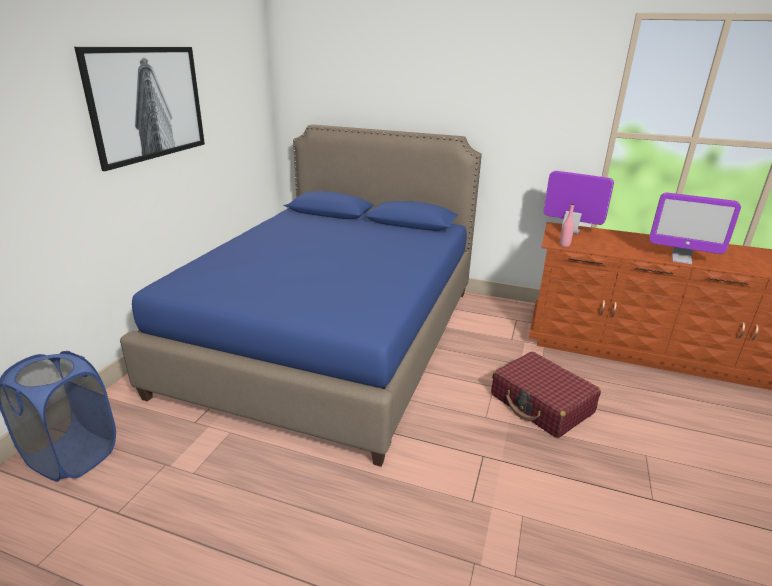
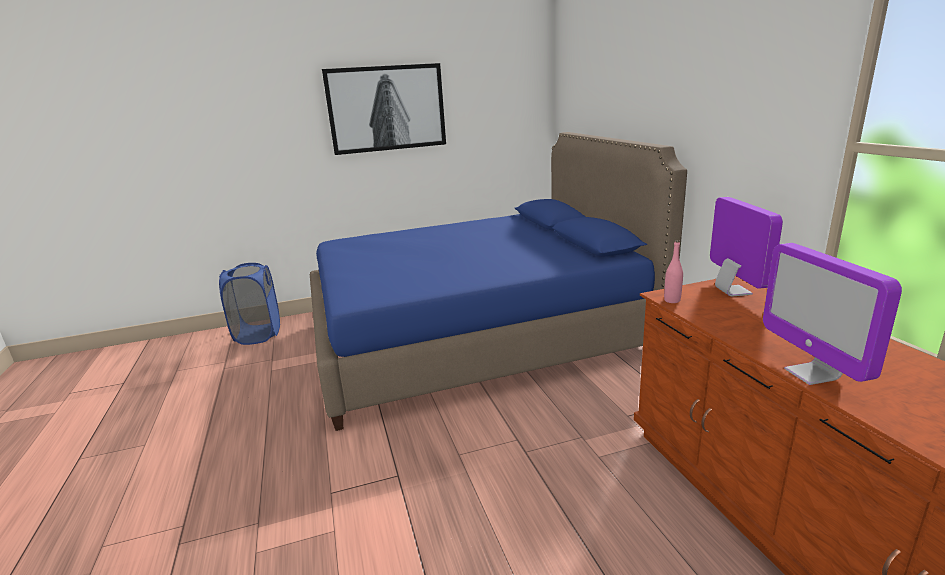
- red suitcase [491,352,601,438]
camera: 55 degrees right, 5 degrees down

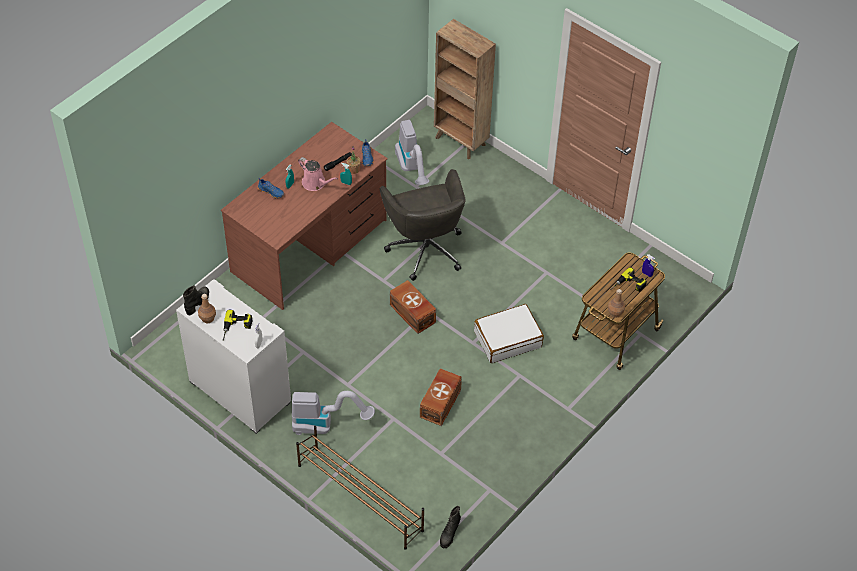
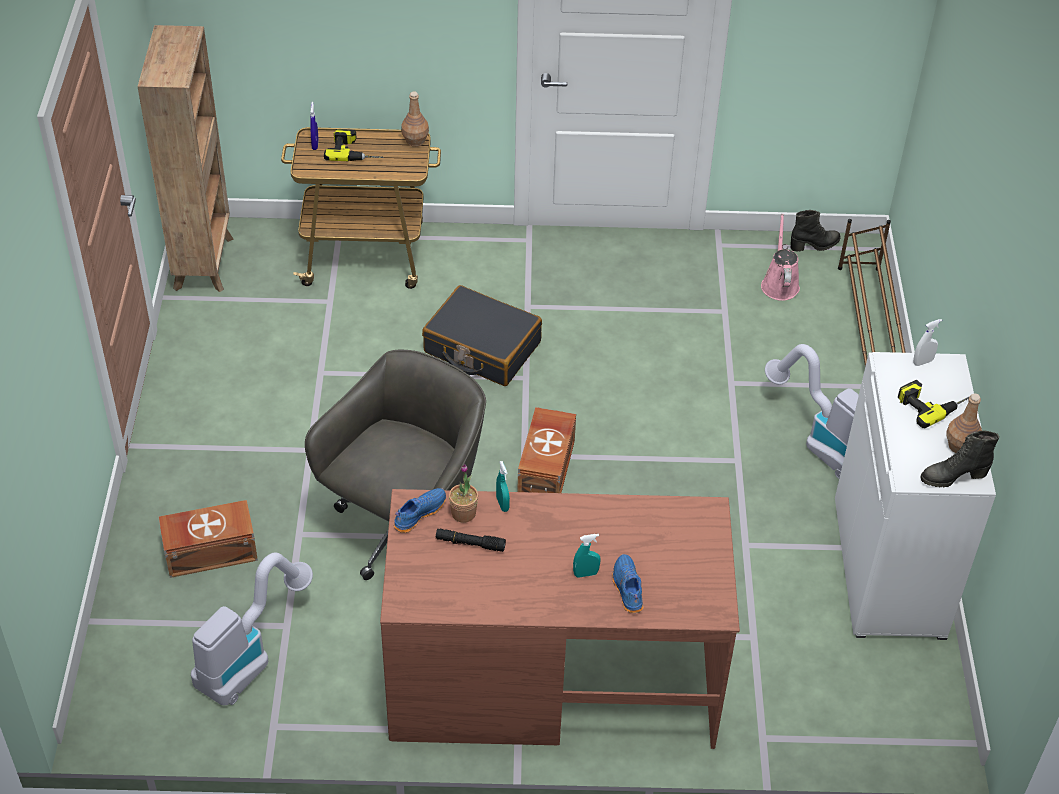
~ pink watering can [298,157,338,191] to [761,214,800,301]
~ brown storage box [420,368,462,426] to [159,500,258,578]
~ brown bookcase [434,19,496,159] to [137,25,233,292]
~ white suitcase [474,304,544,363] to black suitcase [422,285,542,386]
camera: 130 degrees left, 5 degrees down

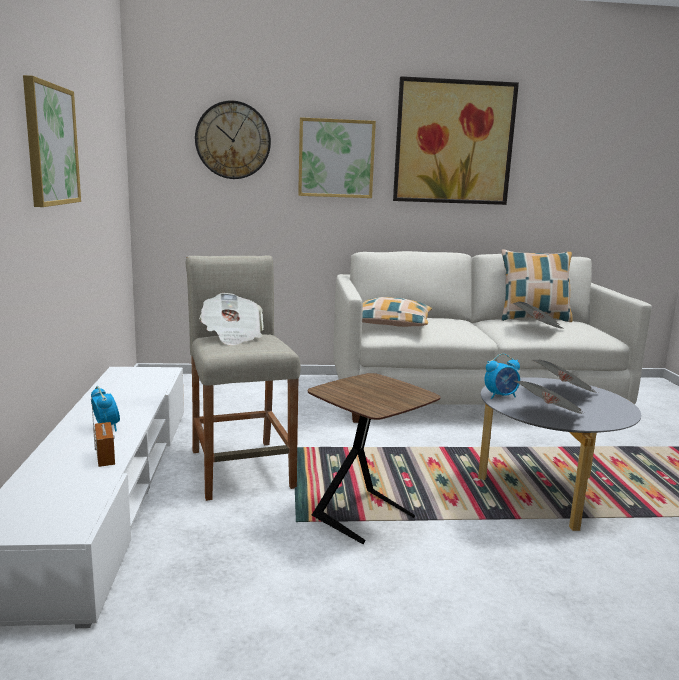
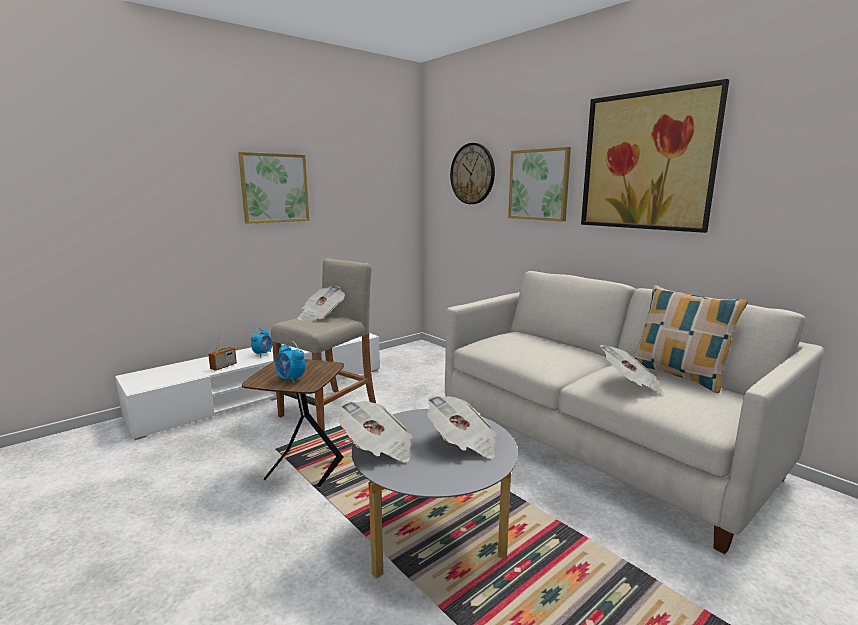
- pillow [362,297,433,327]
~ alarm clock [485,354,520,399] to [275,341,305,384]
camera: 55 degrees right, 0 degrees up

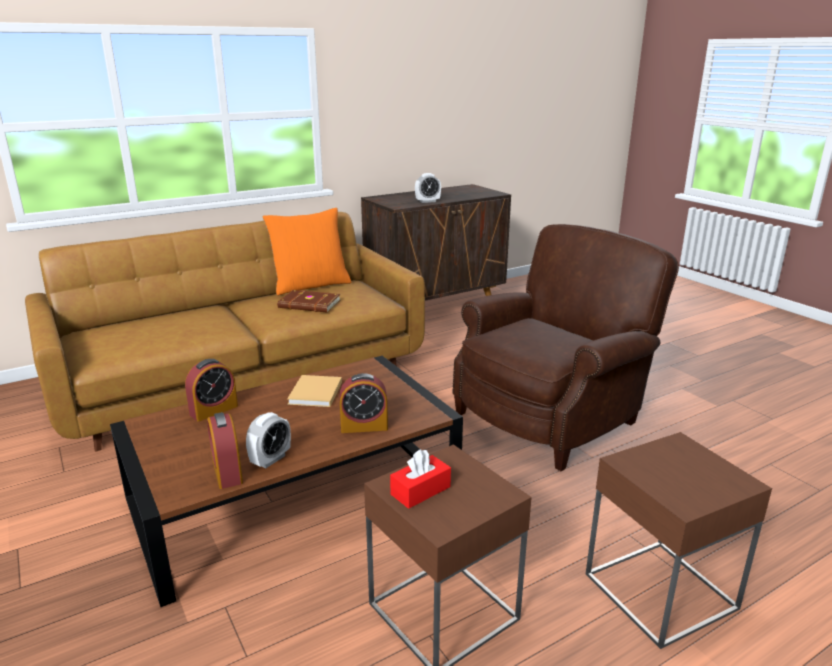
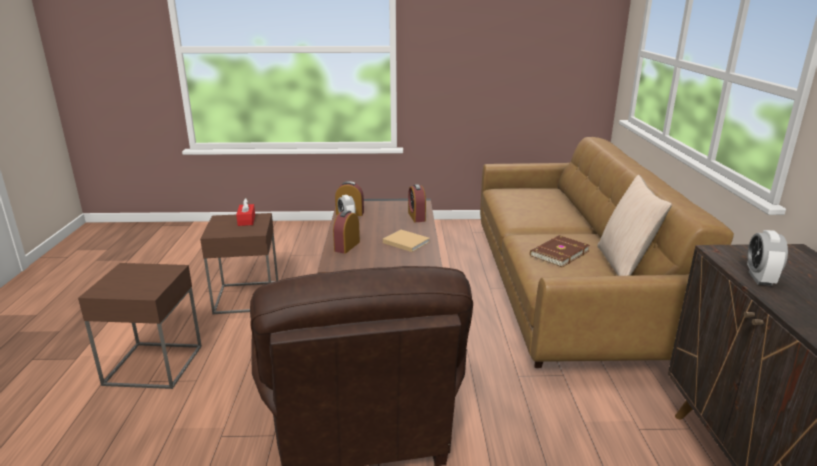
~ orange pillow [262,208,351,295] to beige pillow [597,175,672,276]
camera: 120 degrees right, 0 degrees up

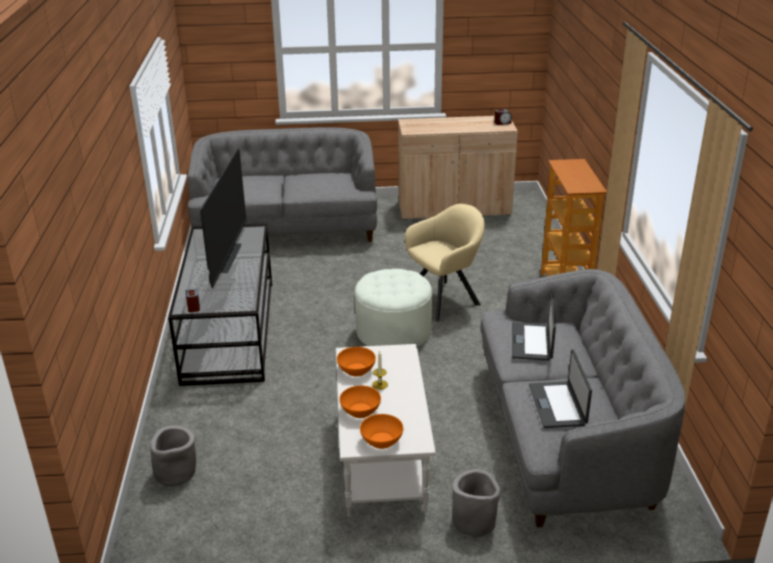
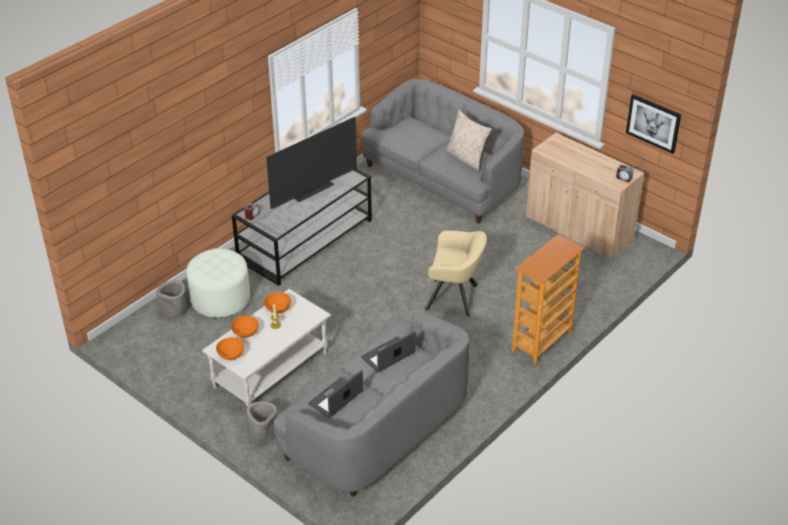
+ beige pillow [446,109,492,171]
+ picture [626,94,681,154]
~ white ottoman [355,269,432,347] to [186,248,250,318]
camera: 45 degrees right, 10 degrees up

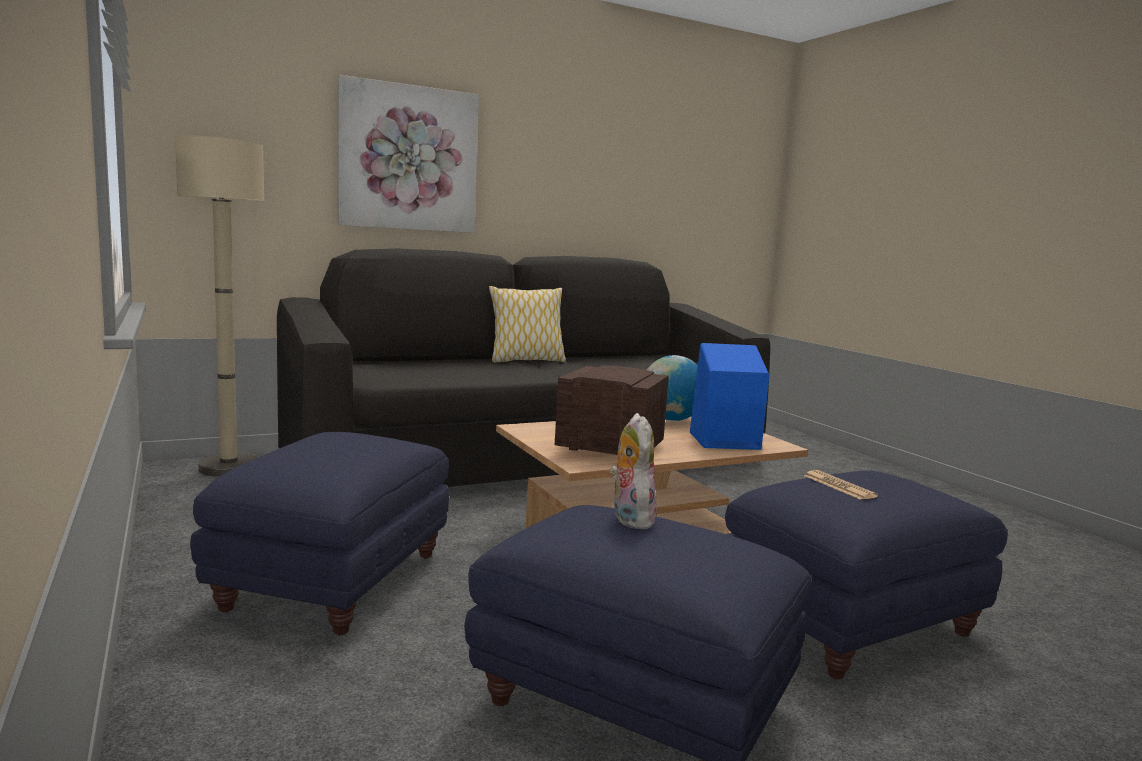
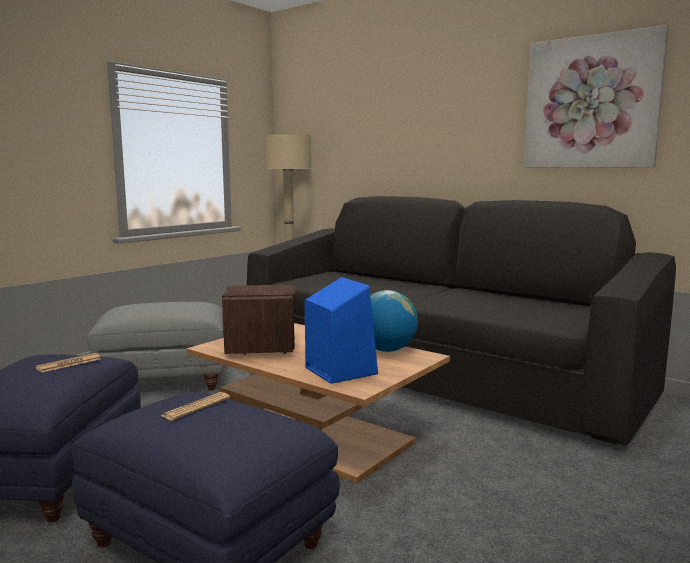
- pillow [489,286,566,363]
~ picture [338,75,479,233] to [524,25,669,168]
~ plush toy [610,413,657,529] to newspaper [35,353,101,373]
~ blue ottoman [190,432,449,635] to grey ottoman [87,302,224,390]
camera: 65 degrees right, 0 degrees up

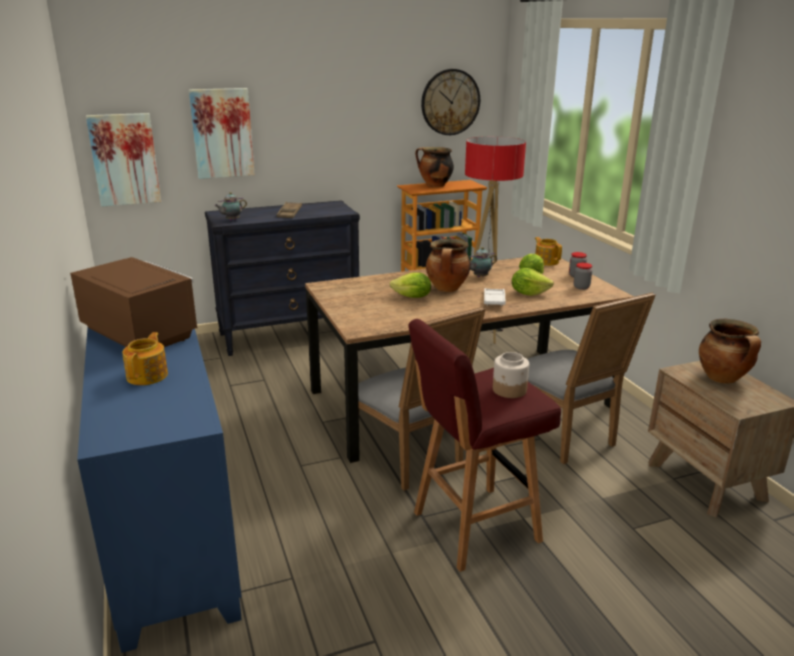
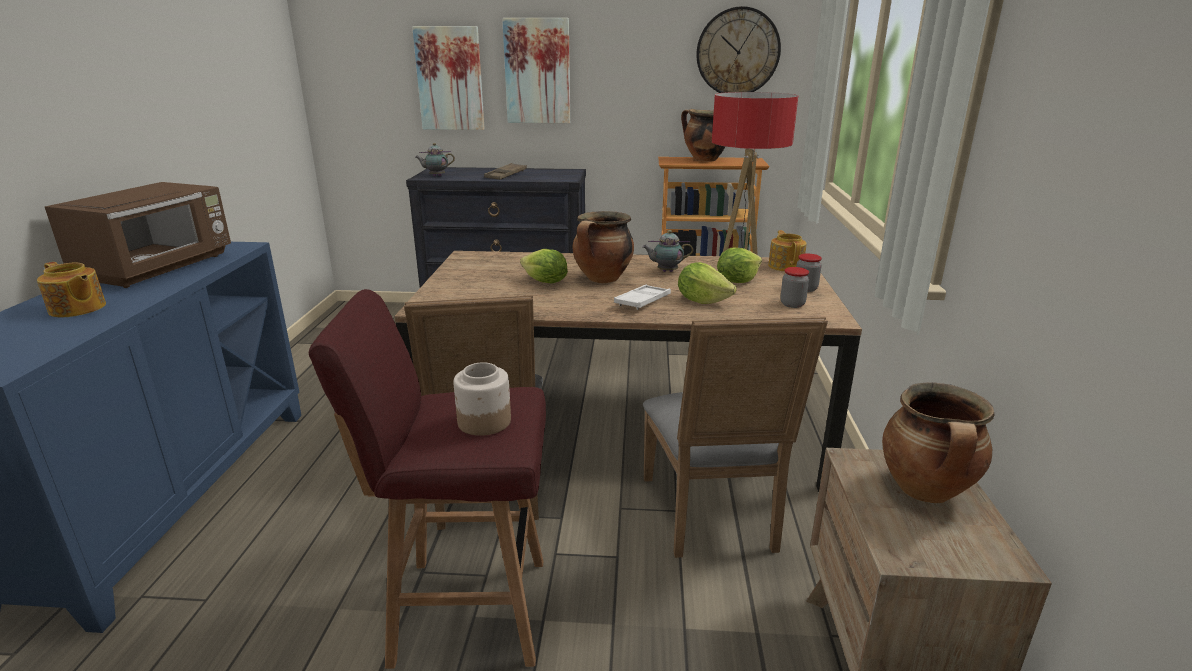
~ picture [86,113,161,207] to [502,18,570,123]
~ brown microwave [70,257,198,347] = [45,182,231,288] 45 degrees clockwise
~ teapot [122,332,168,385] = [37,262,106,317] 90 degrees clockwise
camera: 25 degrees right, 0 degrees up

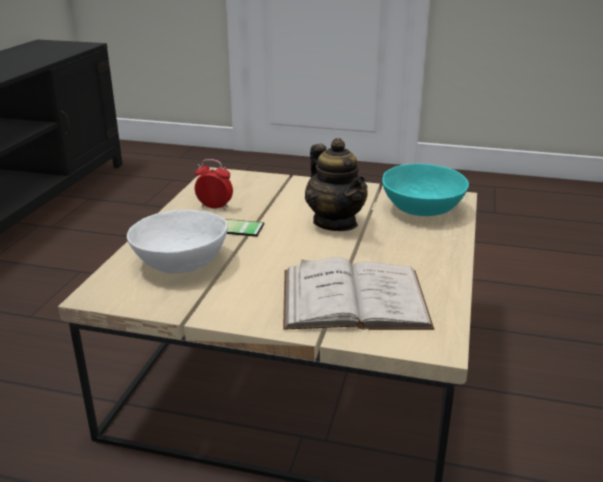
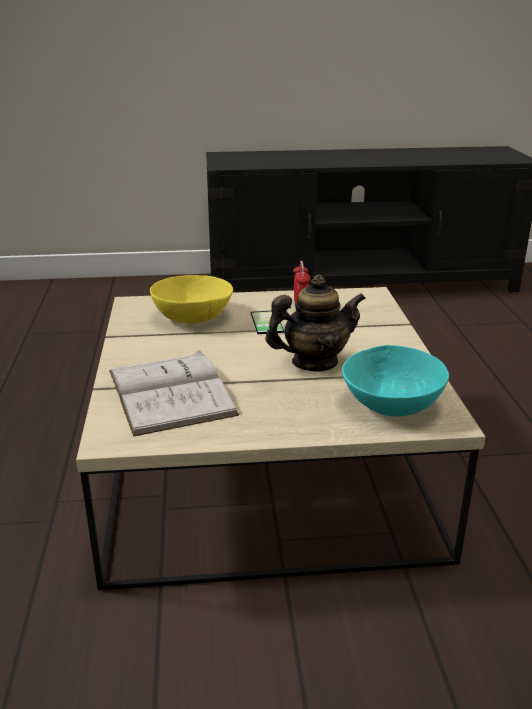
~ white bowl [127,210,228,274] to yellow bowl [150,275,233,324]
~ teapot [305,138,368,231] = [265,274,366,372] 150 degrees counterclockwise
camera: 70 degrees right, 0 degrees up

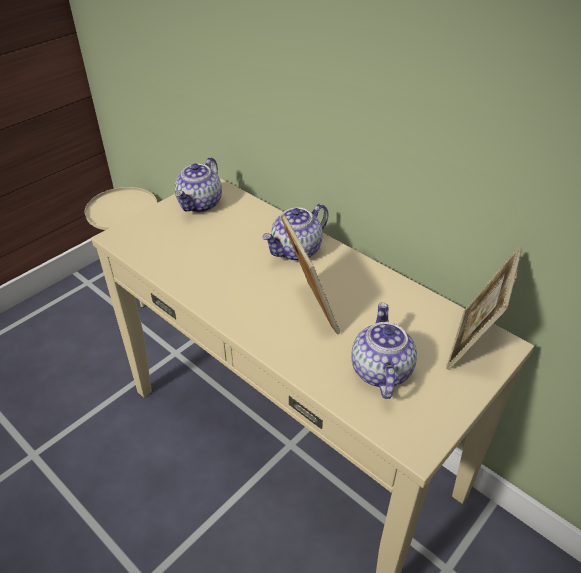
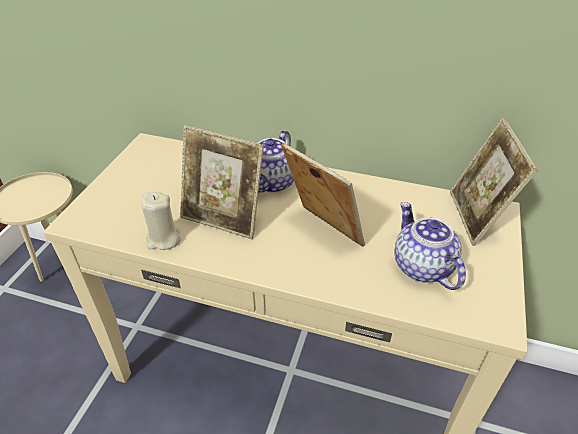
- teapot [175,157,222,212]
+ beige candle [141,192,181,250]
+ picture frame [180,125,264,239]
camera: 25 degrees left, 0 degrees up

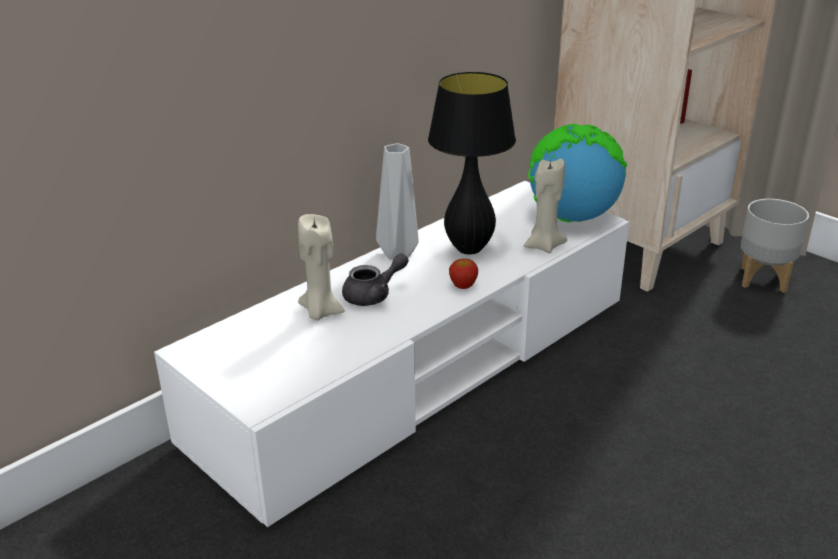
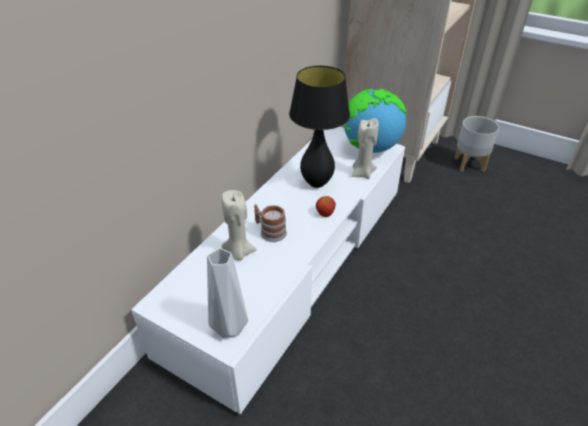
~ grey vase [376,143,419,260] to [207,248,248,338]
~ grey teapot [342,253,409,306] to mug [254,204,287,242]
camera: 15 degrees left, 10 degrees up

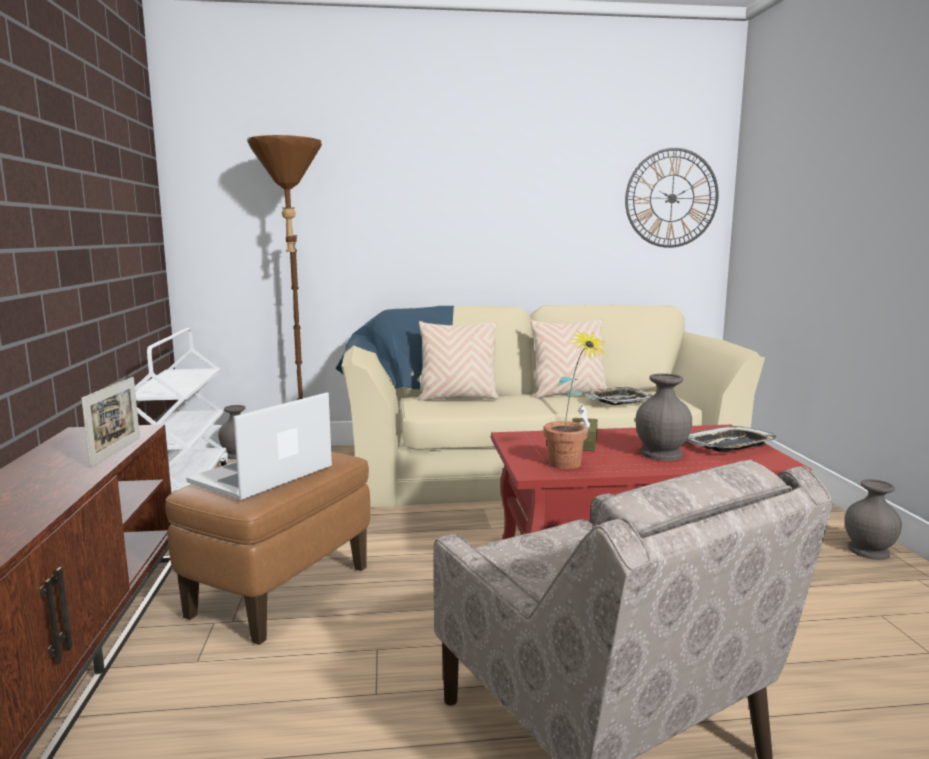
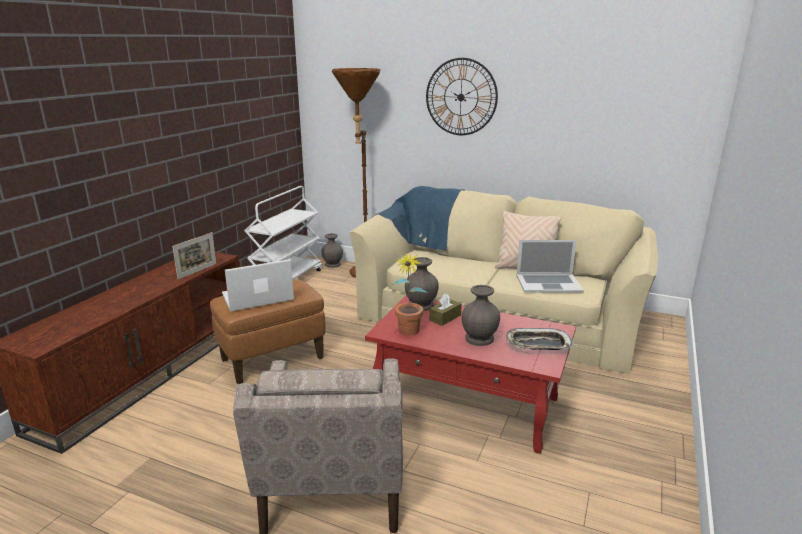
- beige pillow [418,321,499,401]
~ wall clock [625,148,719,248] to [426,58,498,135]
~ grey vase [845,479,902,560] to [405,257,439,311]
~ tray [587,386,653,405] to laptop [516,240,584,293]
camera: 30 degrees right, 10 degrees up

